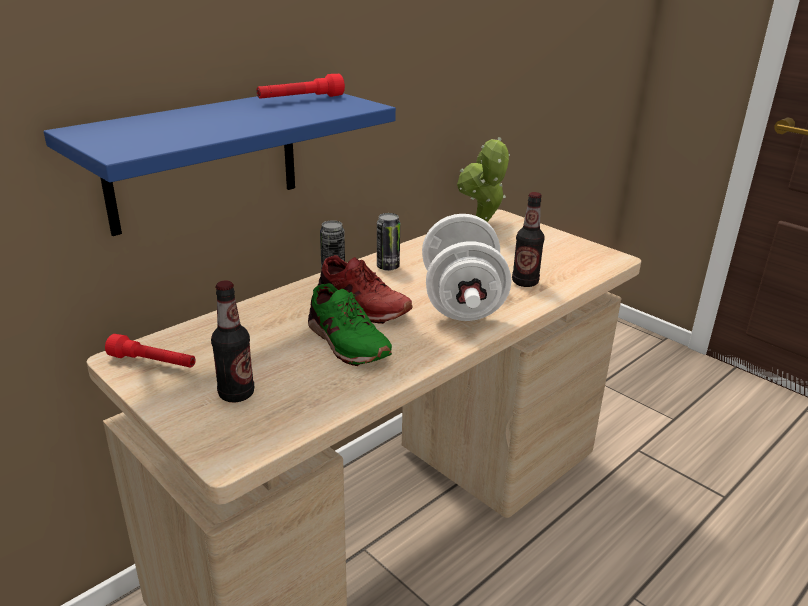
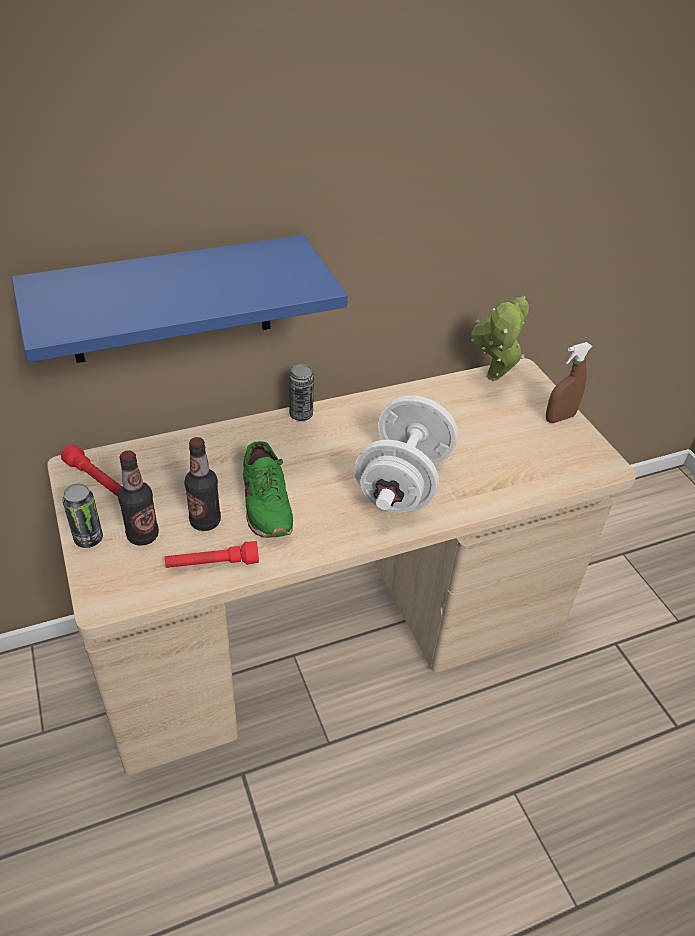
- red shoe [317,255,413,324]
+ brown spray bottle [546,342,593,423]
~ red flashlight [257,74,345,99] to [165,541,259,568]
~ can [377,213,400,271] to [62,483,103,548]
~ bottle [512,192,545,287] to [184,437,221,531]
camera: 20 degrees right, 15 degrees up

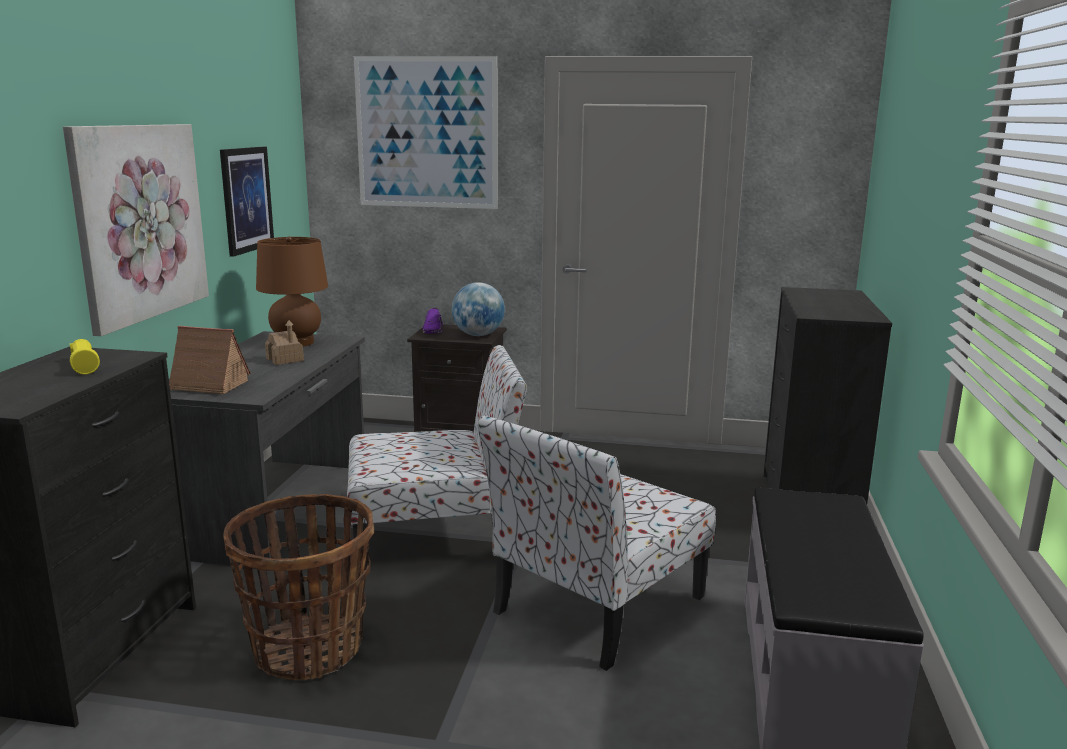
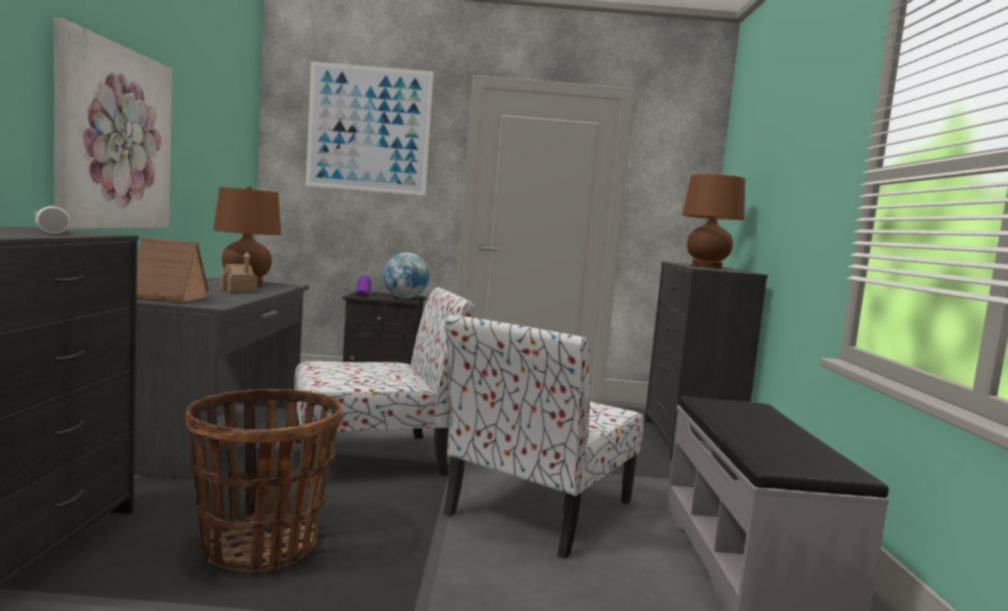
- picture [220,147,274,257]
+ brown table lamp [682,173,745,268]
~ yellow flashlight [70,339,100,374] to white flashlight [35,206,70,234]
camera: 10 degrees left, 10 degrees down

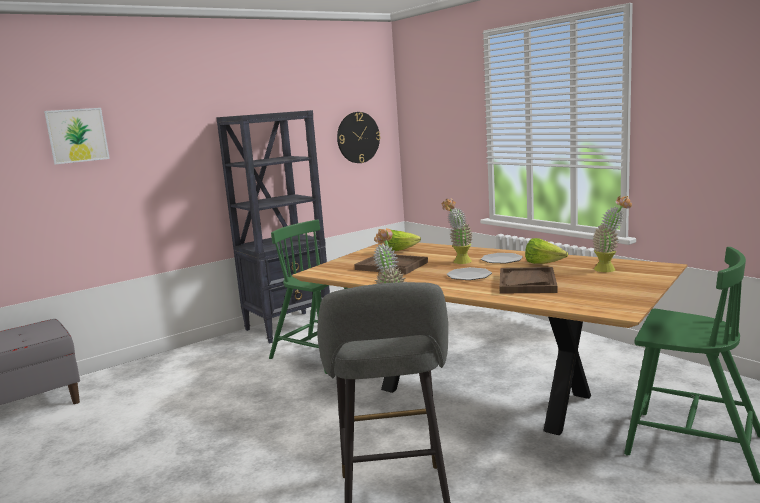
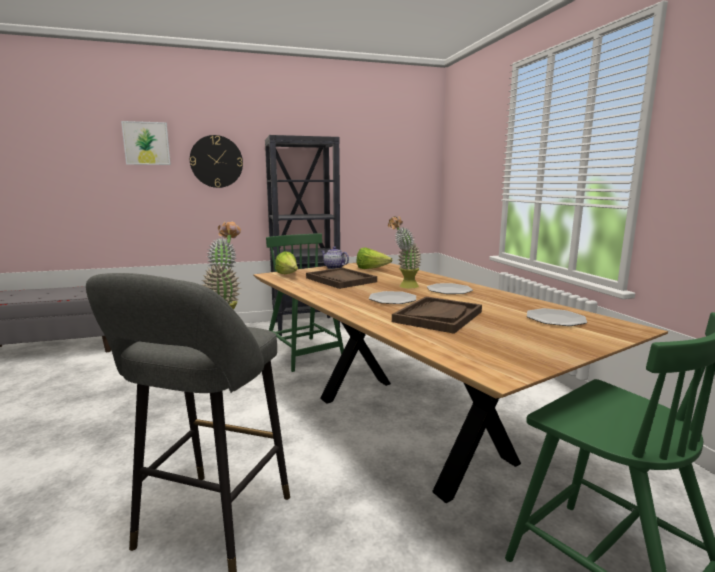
+ teapot [321,247,349,269]
~ wall clock [337,112,381,163] to [190,135,243,188]
~ lettuce [525,238,568,264] to [275,251,298,274]
~ potted plant [593,196,632,272] to plate [527,308,587,326]
camera: 20 degrees right, 0 degrees up

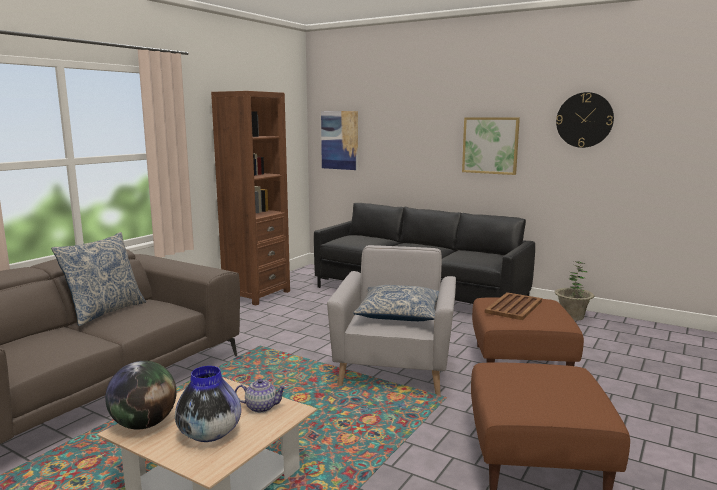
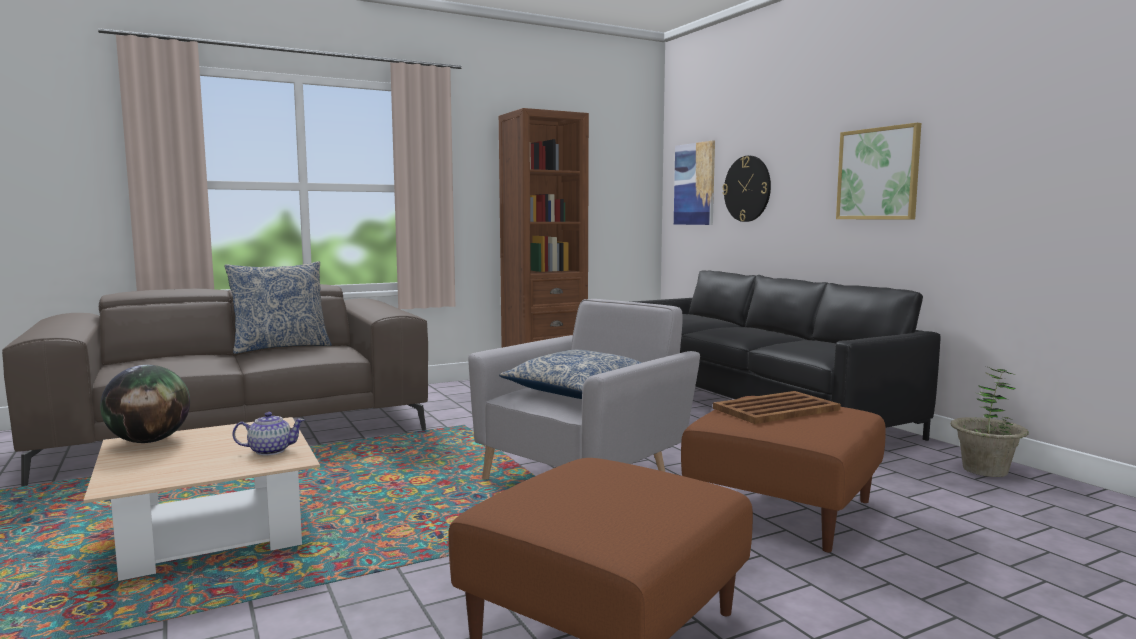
- vase [175,366,241,442]
~ wall clock [556,92,614,148] to [722,155,771,222]
~ teapot [235,379,287,413] = [232,412,305,455] 45 degrees counterclockwise
camera: 30 degrees right, 5 degrees down

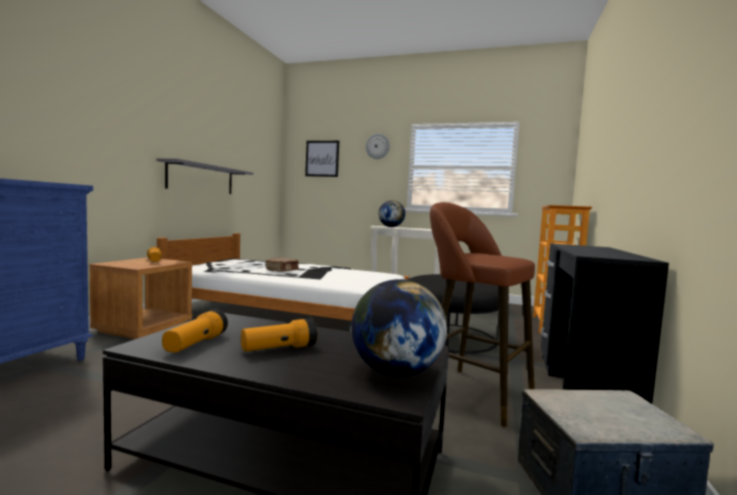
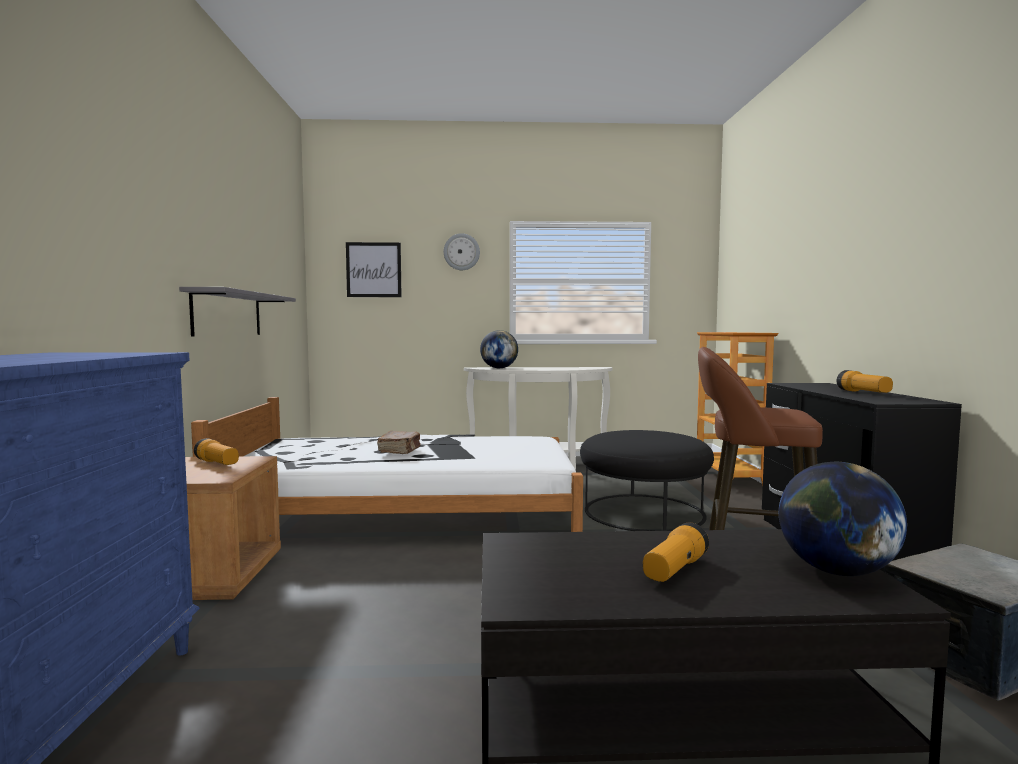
~ flashlight [162,310,228,353] to [837,370,893,393]
camera: 20 degrees left, 0 degrees up

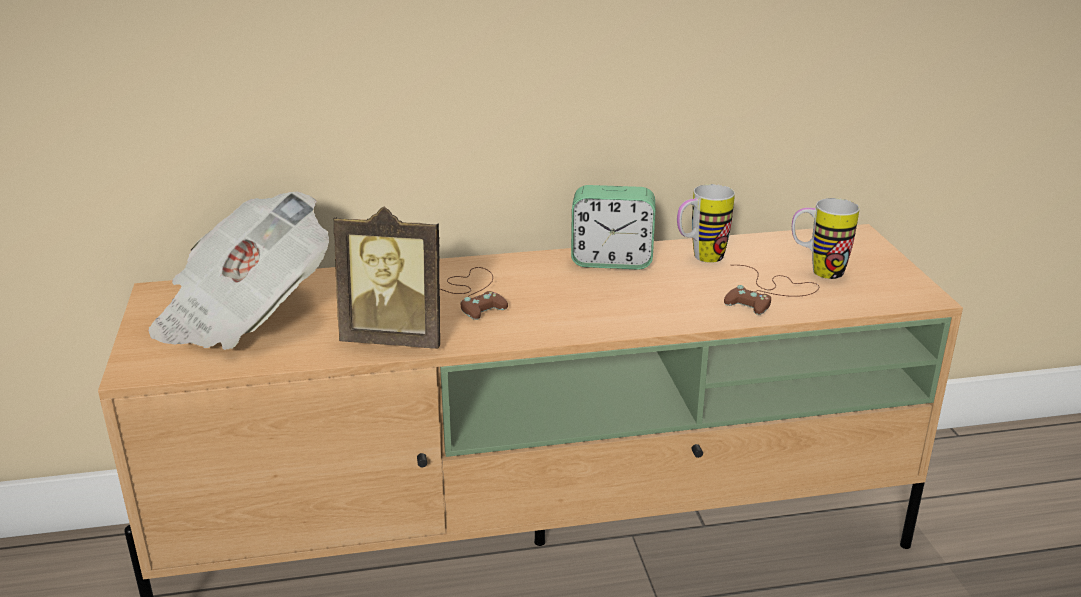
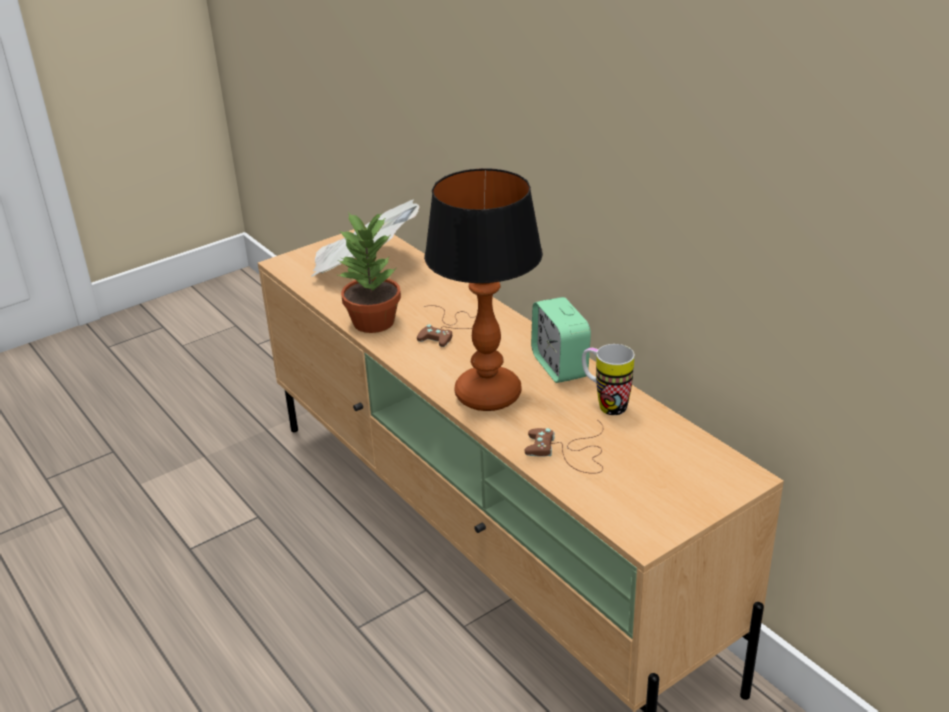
- mug [792,198,860,279]
+ table lamp [424,168,543,411]
~ picture frame [334,207,440,349] to potted plant [338,212,401,333]
camera: 65 degrees right, 5 degrees up

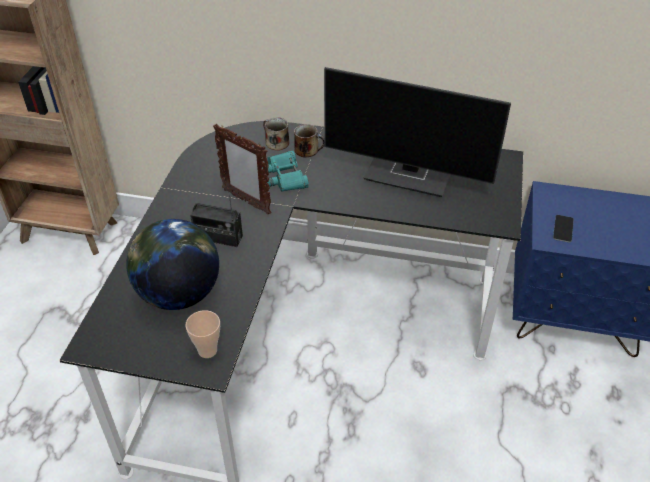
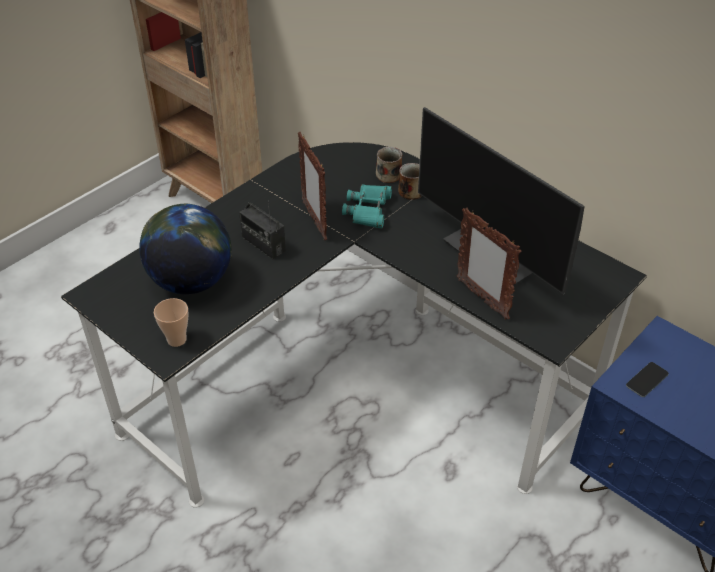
+ picture frame [457,208,522,319]
camera: 30 degrees right, 0 degrees up

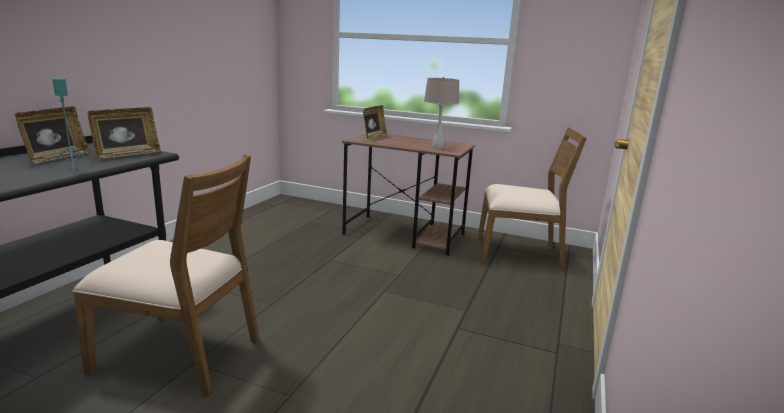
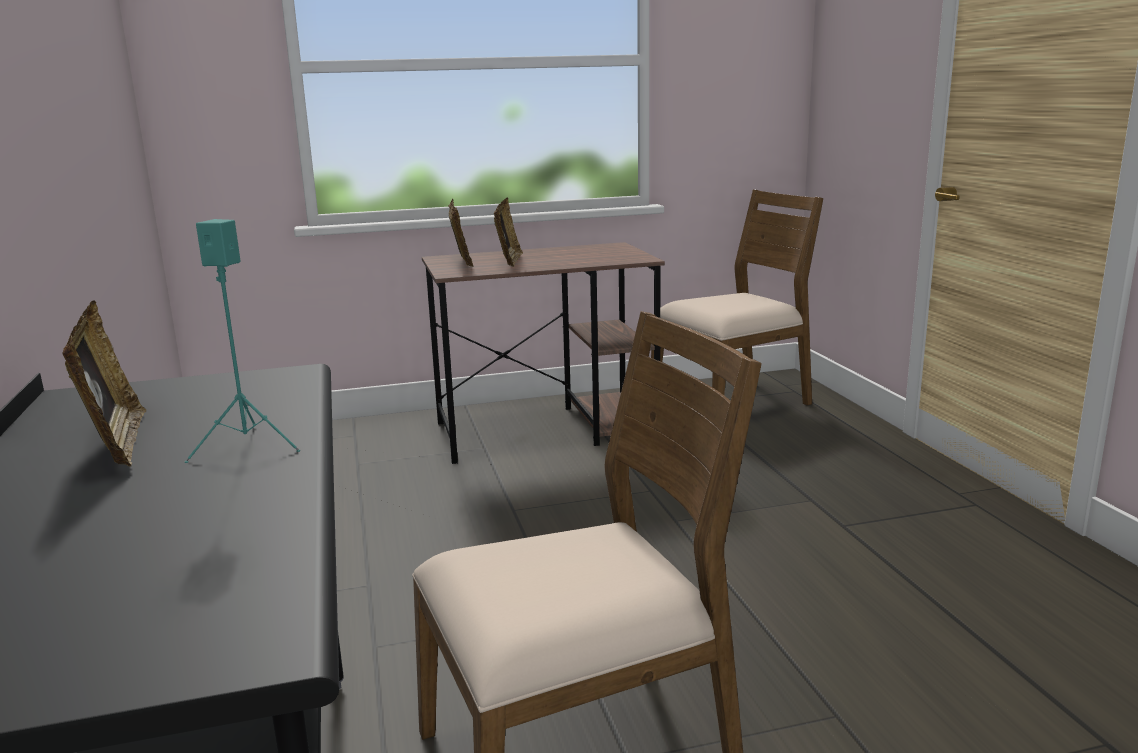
- beige table lamp [424,77,459,148]
~ picture frame [87,107,161,158] to [494,197,523,267]
camera: 35 degrees left, 0 degrees up

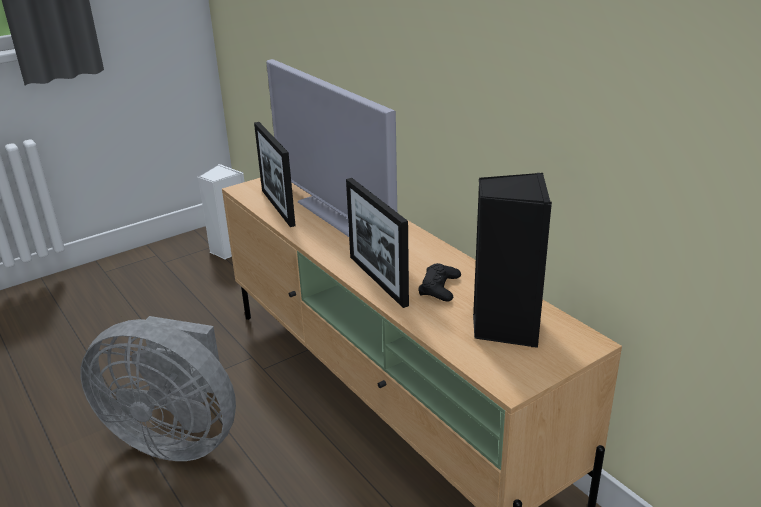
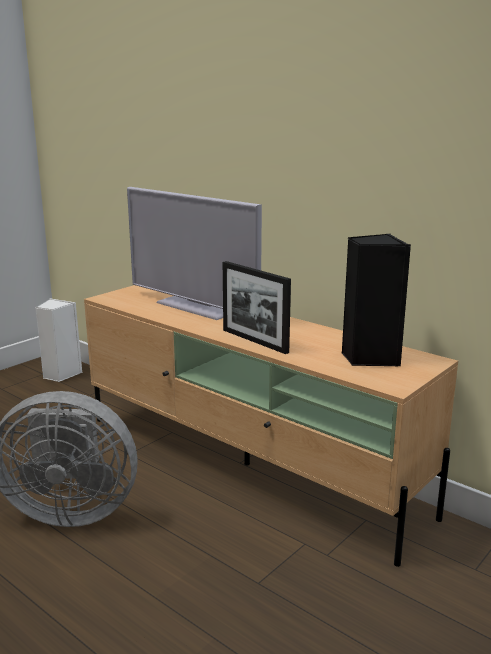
- picture frame [254,122,296,227]
- black game controller [418,263,461,301]
camera: 15 degrees left, 10 degrees down

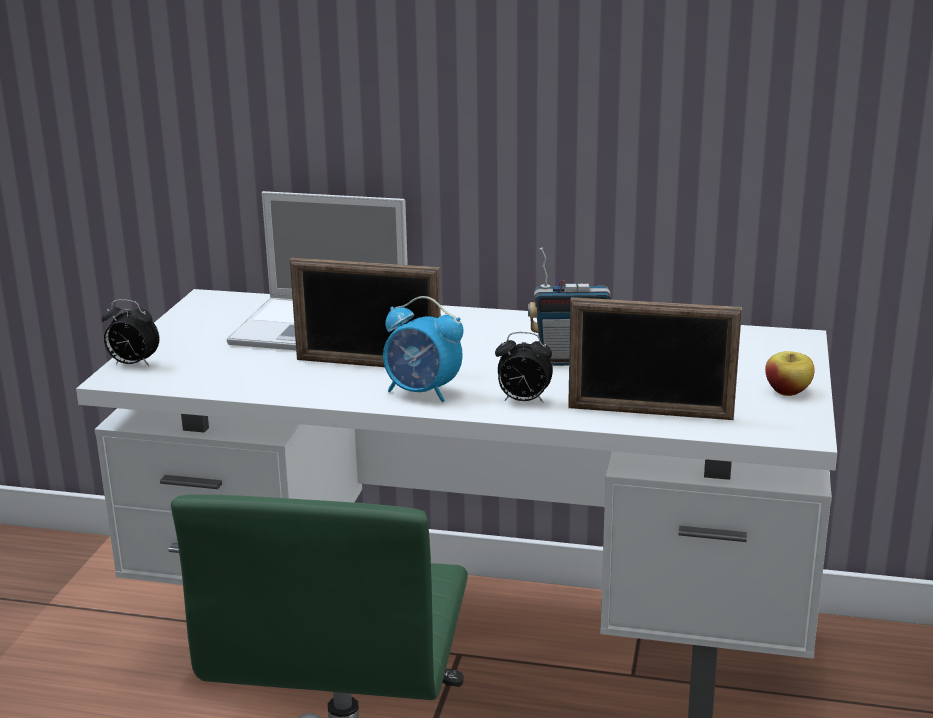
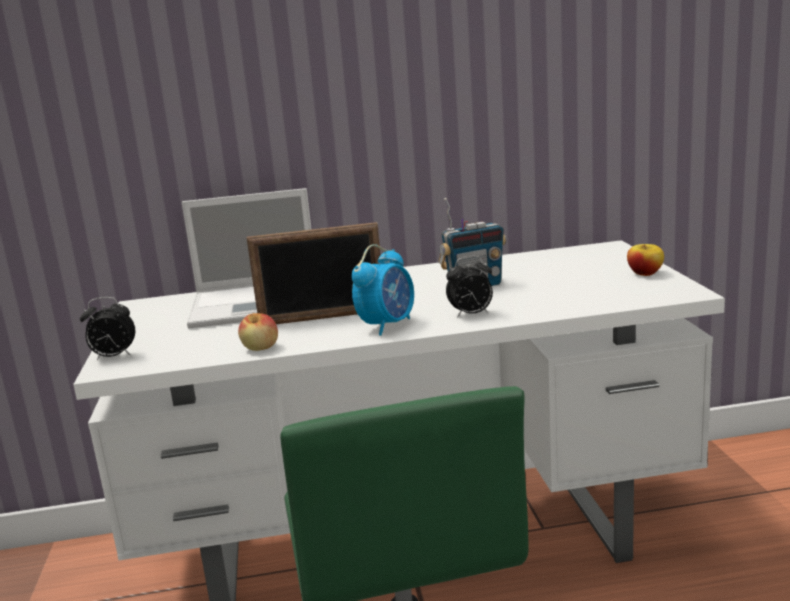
- picture frame [568,297,742,420]
+ apple [238,313,278,351]
~ alarm clock [383,296,463,402] = [351,244,414,336] 60 degrees counterclockwise
camera: 20 degrees left, 5 degrees down

